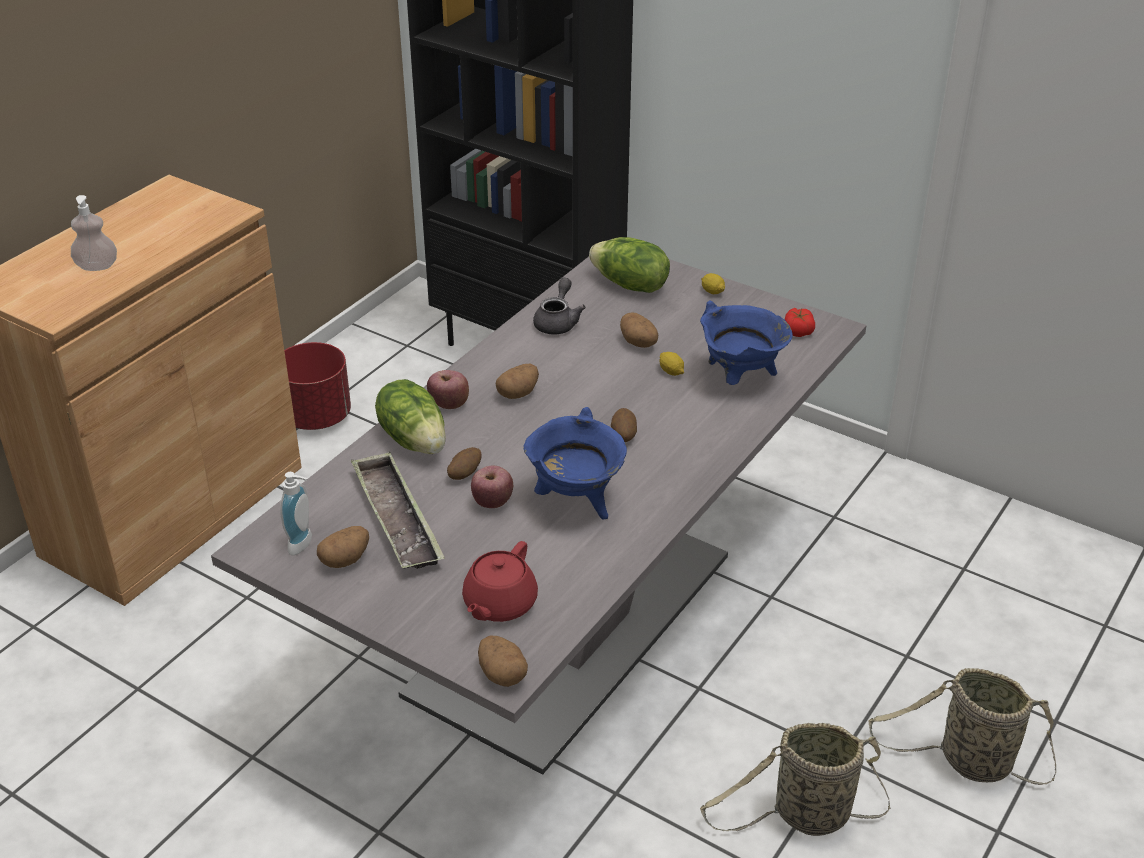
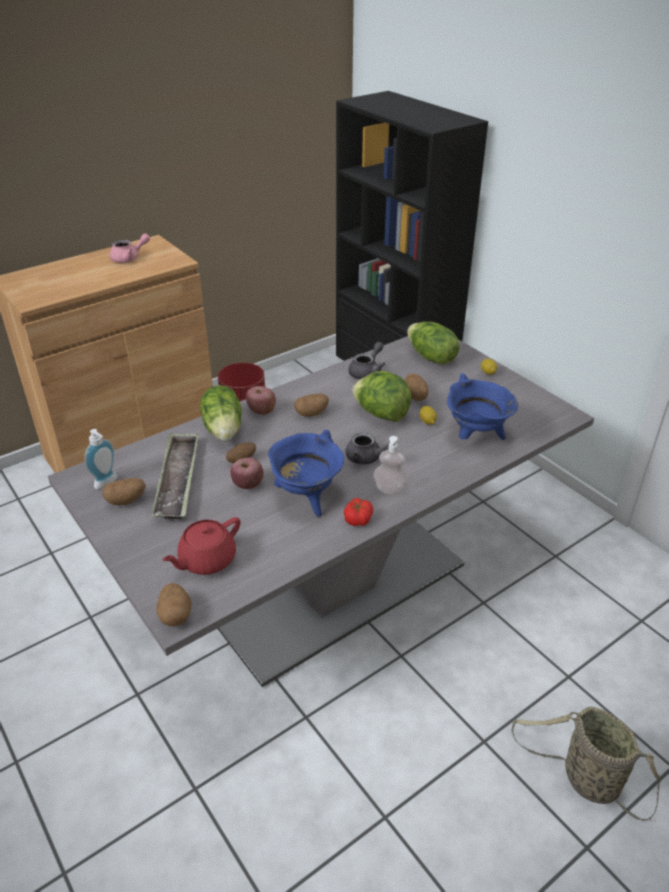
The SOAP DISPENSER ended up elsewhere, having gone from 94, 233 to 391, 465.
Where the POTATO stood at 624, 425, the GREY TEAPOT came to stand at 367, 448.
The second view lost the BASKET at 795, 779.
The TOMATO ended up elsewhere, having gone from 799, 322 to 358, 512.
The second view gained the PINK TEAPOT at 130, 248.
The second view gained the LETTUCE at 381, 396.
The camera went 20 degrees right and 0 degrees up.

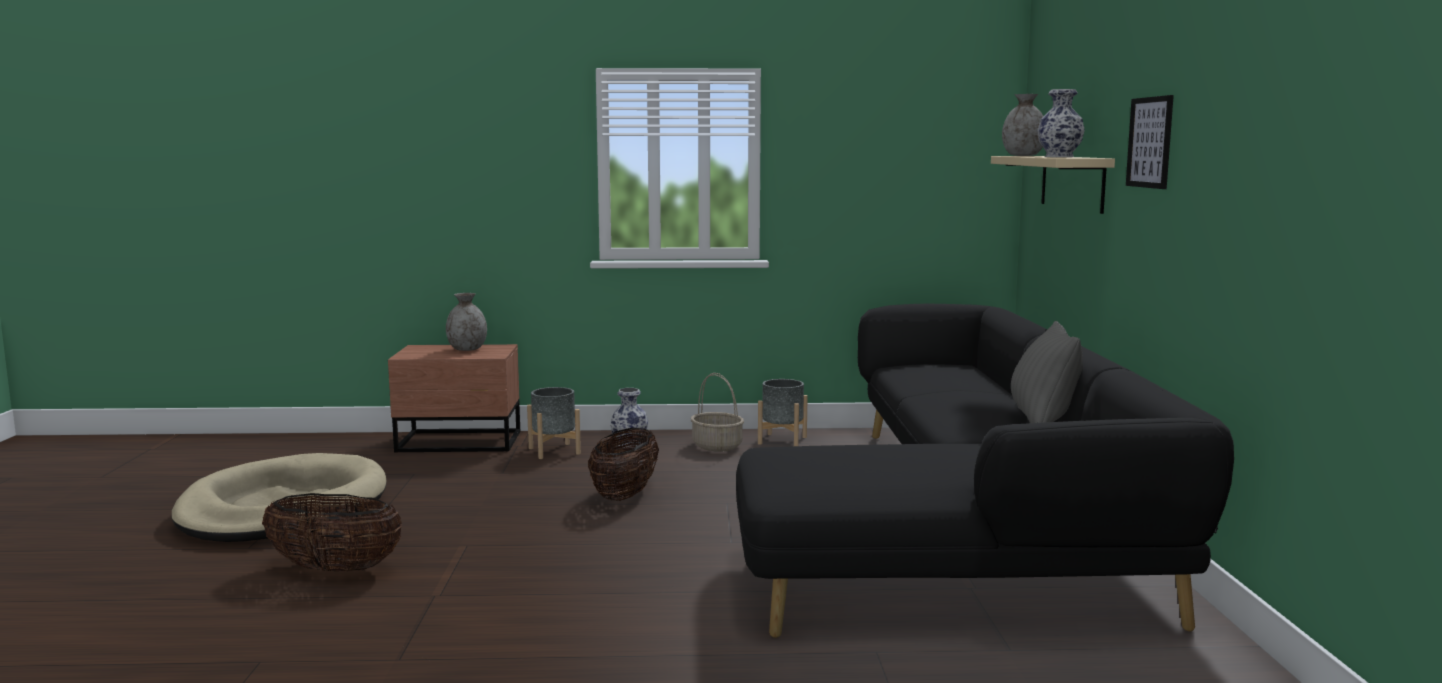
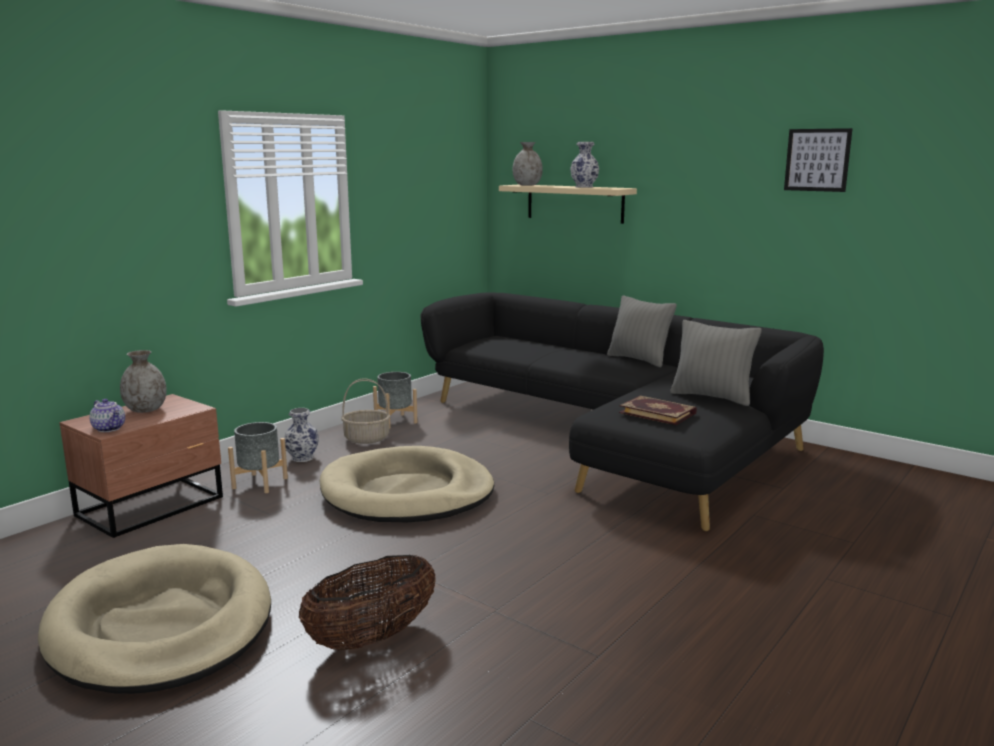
Where the BASKET stood at 623, 464, the BEIGE DOG BED came to stand at 407, 484.
The PICTURE ended up elsewhere, having gone from 1150, 142 to 818, 160.
The second view gained the TEAPOT at 107, 415.
The second view gained the BOOK at 658, 410.
The second view gained the GREY PILLOW at 716, 363.
The camera went 50 degrees left and 5 degrees up.

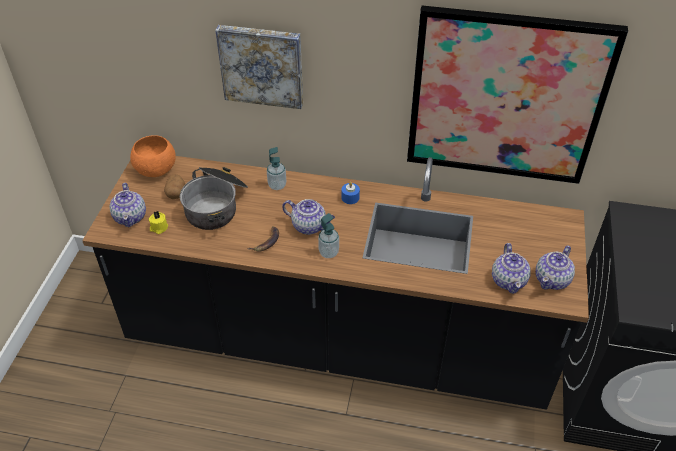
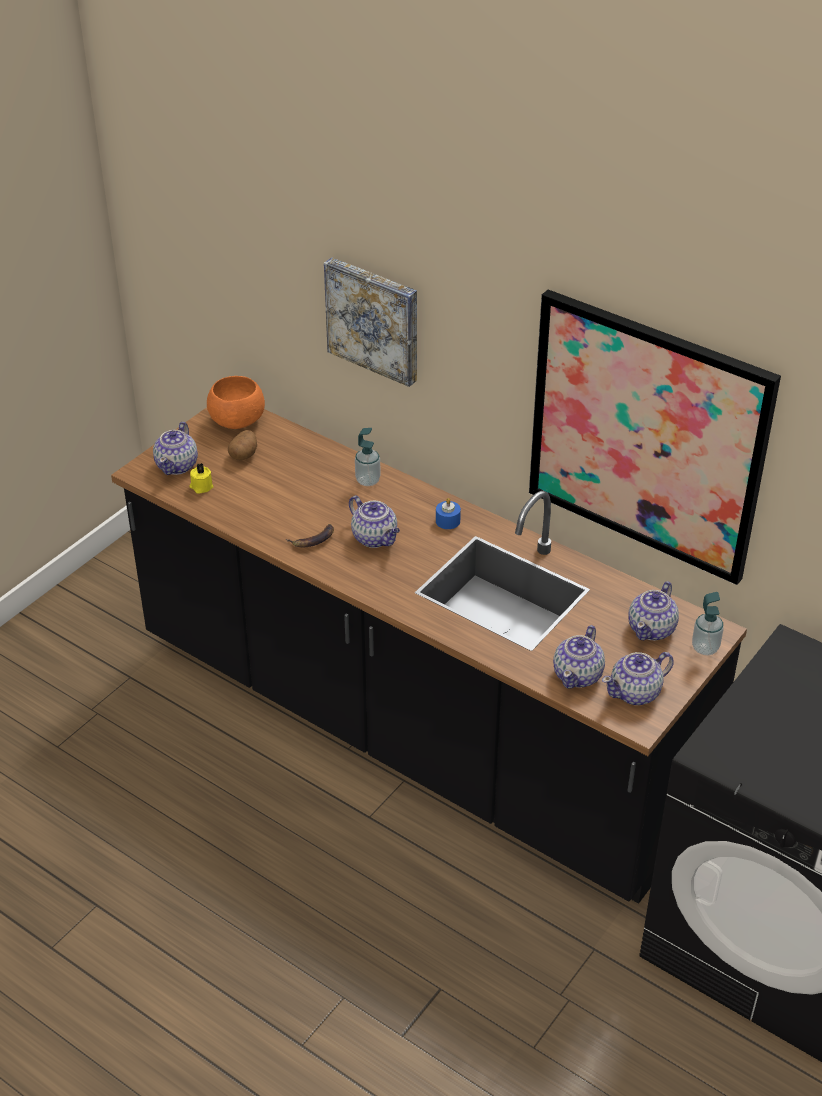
The second view lost the COOKING POT at 214, 198.
The SOAP DISPENSER ended up elsewhere, having gone from 328, 235 to 708, 623.
The second view gained the TEAPOT at 653, 611.
The camera went 25 degrees right and 5 degrees down.

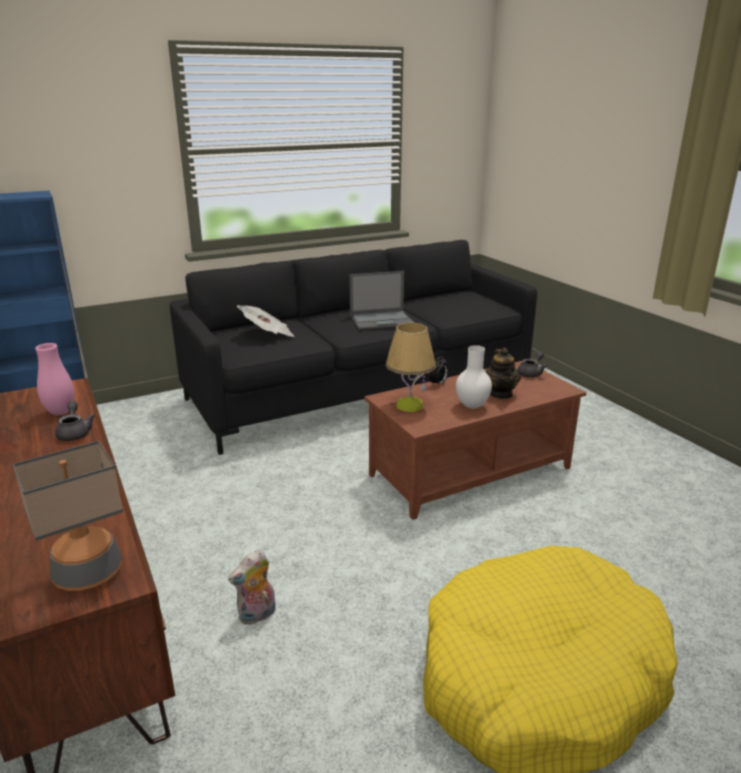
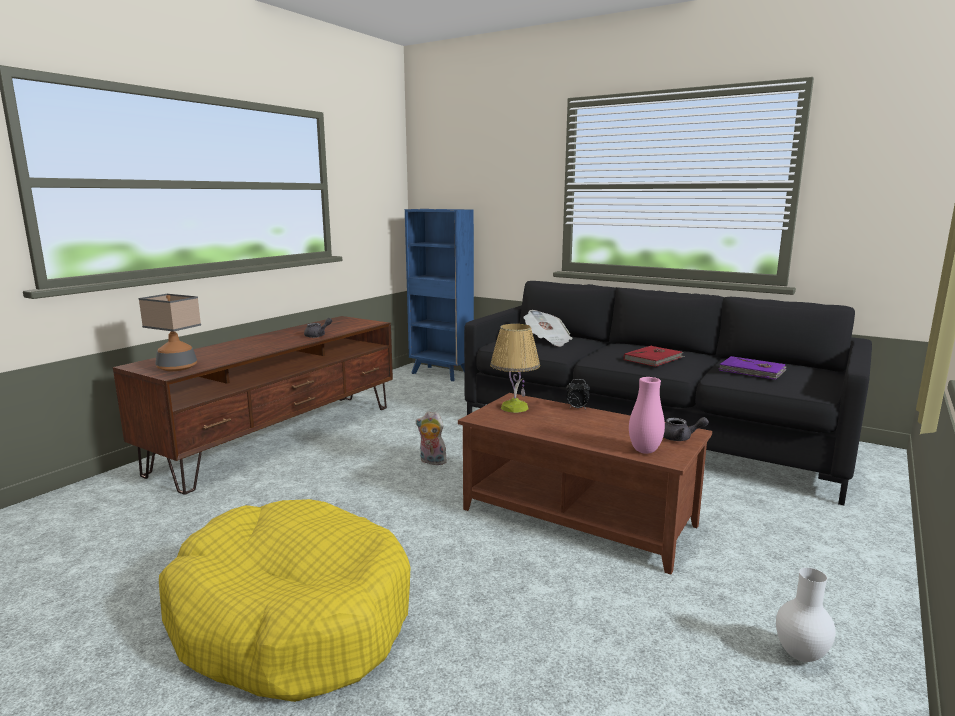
The PINK VASE ended up elsewhere, having gone from 55, 379 to 647, 415.
The PLUSH TOY ended up elsewhere, having gone from 252, 587 to 431, 438.
Where the LAPTOP stood at 381, 300, the RED BOOK came to stand at 654, 356.
The WHITE VASE ended up elsewhere, having gone from 474, 377 to 806, 615.
The second view lost the TEAPOT at 503, 373.
The second view gained the PURPLE BOOK at 752, 368.
The camera went 60 degrees right and 10 degrees down.

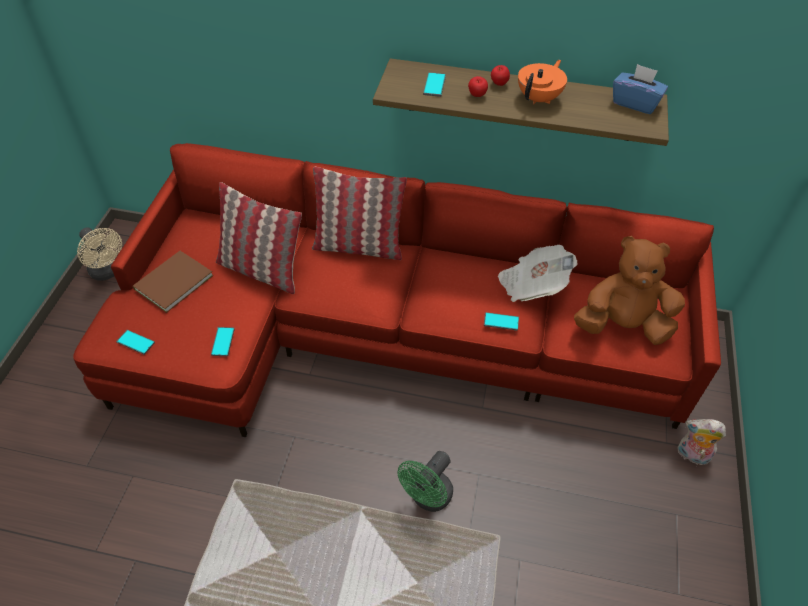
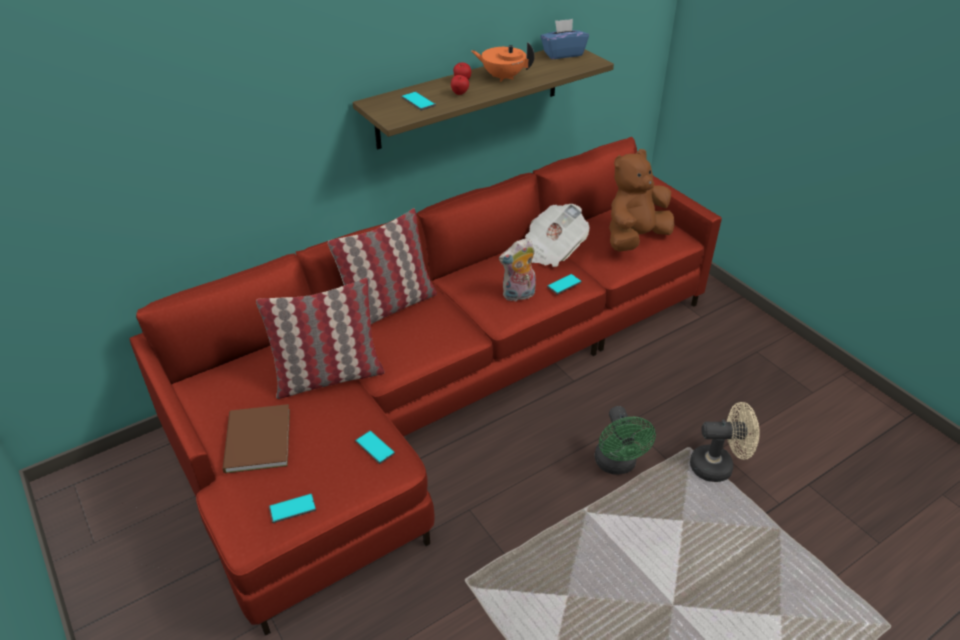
The BEIGE FAN ended up elsewhere, having gone from 99, 254 to 725, 442.
The ORANGE TEAPOT at 542, 82 ended up facing another way, 60 degrees counterclockwise from before.
The PLUSH TOY ended up elsewhere, having gone from 701, 442 to 517, 270.
The camera went 45 degrees left and 10 degrees down.

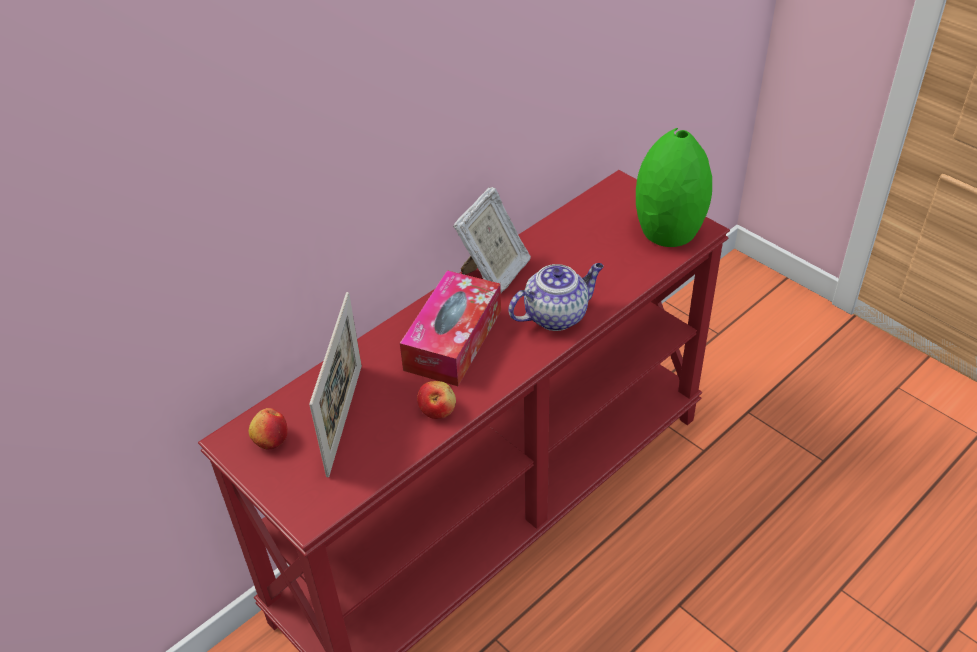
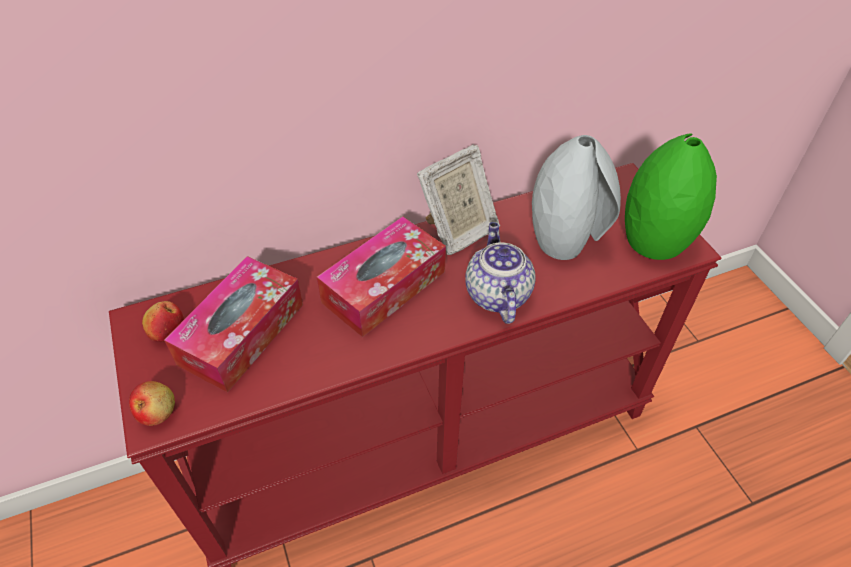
Where the PICTURE FRAME stood at 335, 384, the TISSUE BOX came to stand at 233, 324.
The APPLE ended up elsewhere, having gone from 436, 400 to 152, 403.
The TEAPOT at 556, 297 ended up facing another way, 90 degrees counterclockwise from before.
The second view gained the GREY VASE at 576, 197.
The camera went 20 degrees right and 5 degrees up.

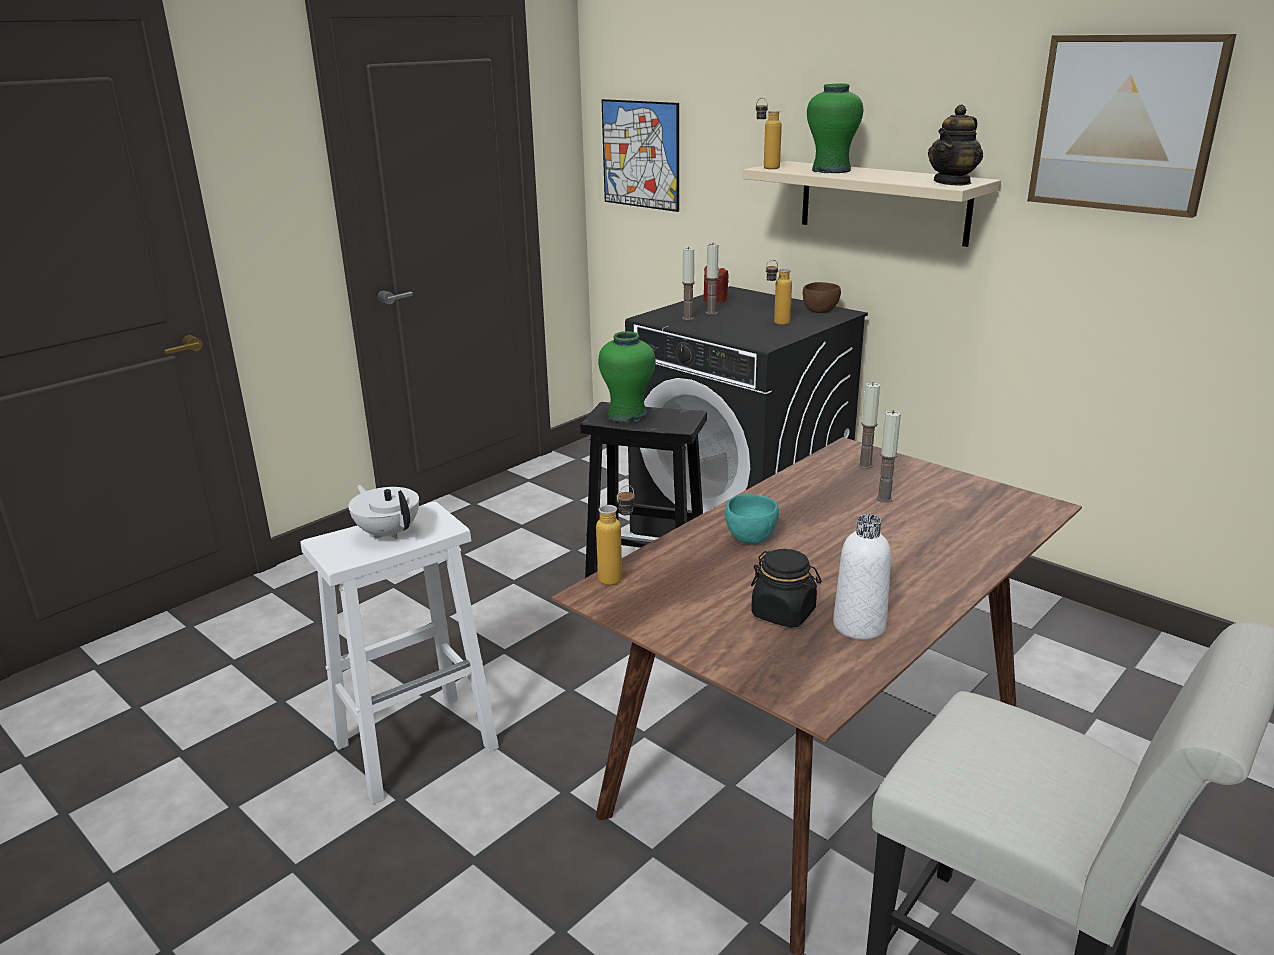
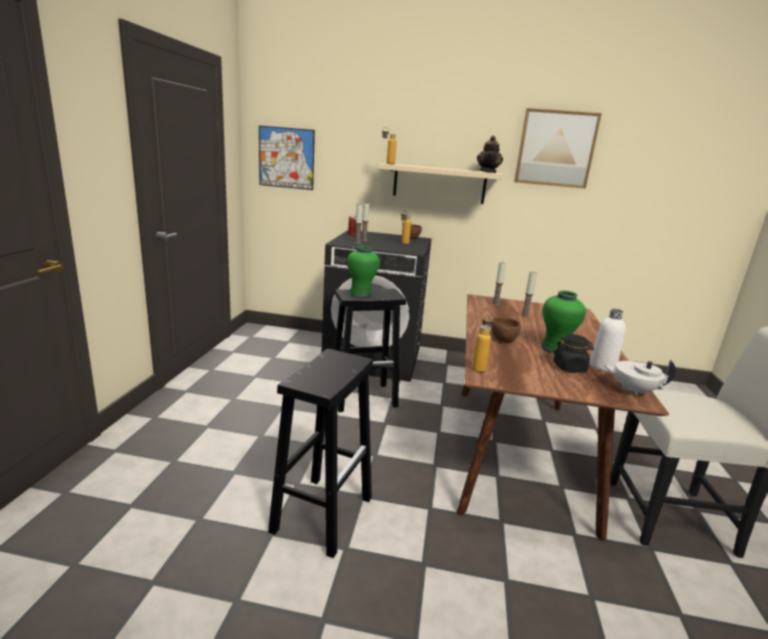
What was the WHITE STOOL at 400, 653 turned into the BLACK STOOL at 320, 453.
The WHITE TEAPOT ended up elsewhere, having gone from 383, 512 to 639, 378.
What was the TURQUOISE BOWL at 752, 519 turned into the BROWN BOWL at 506, 329.
The GREEN VASE ended up elsewhere, having gone from 835, 128 to 563, 322.
The camera went 35 degrees left and 5 degrees down.

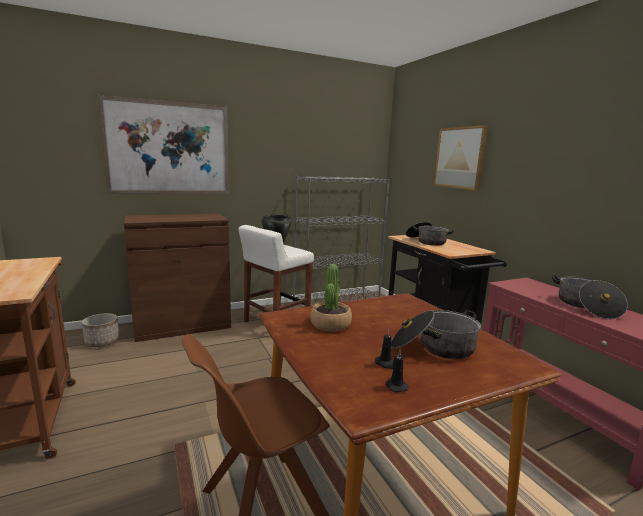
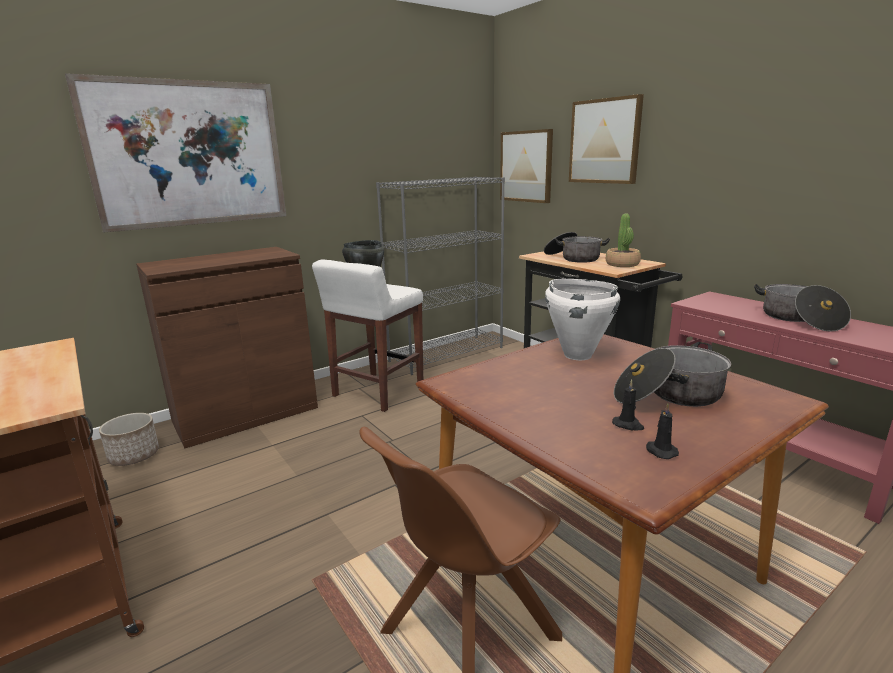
The POTTED PLANT ended up elsewhere, having gone from 331, 298 to 623, 240.
The second view gained the PICTURE at 526, 166.
The second view gained the WHITE COOKING POT at 582, 319.
The camera went 10 degrees left and 5 degrees up.

